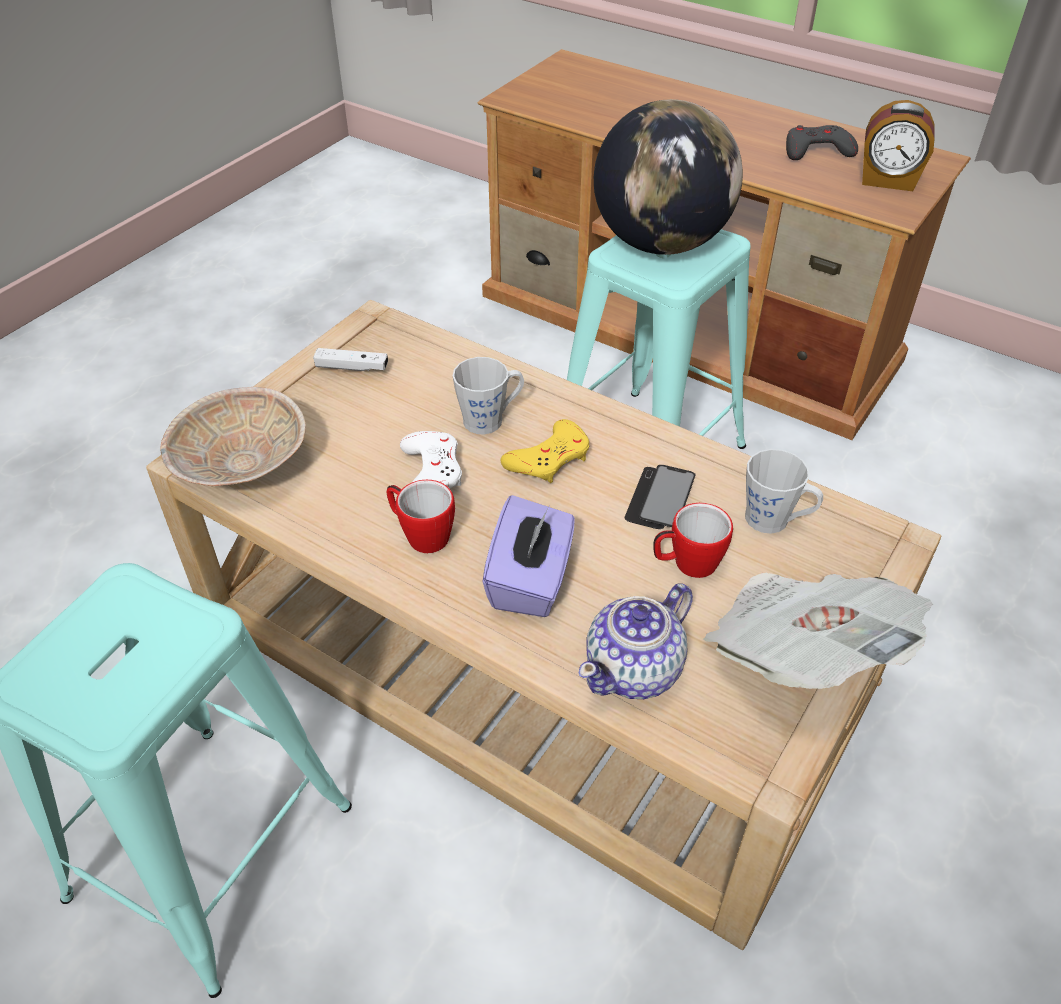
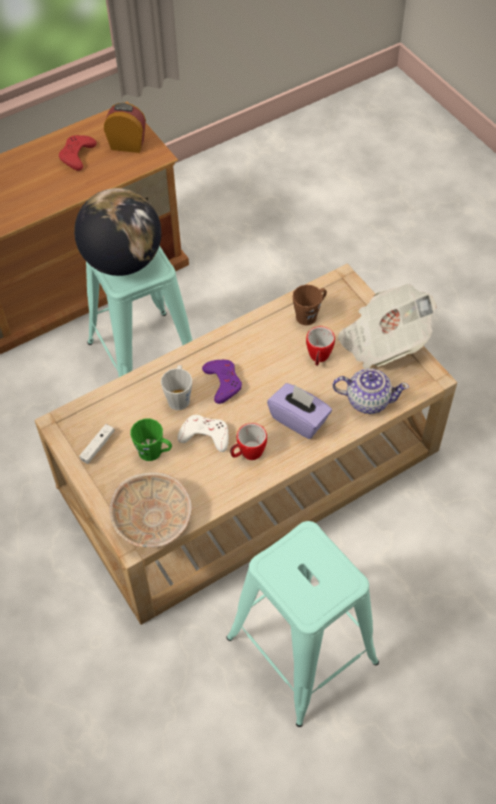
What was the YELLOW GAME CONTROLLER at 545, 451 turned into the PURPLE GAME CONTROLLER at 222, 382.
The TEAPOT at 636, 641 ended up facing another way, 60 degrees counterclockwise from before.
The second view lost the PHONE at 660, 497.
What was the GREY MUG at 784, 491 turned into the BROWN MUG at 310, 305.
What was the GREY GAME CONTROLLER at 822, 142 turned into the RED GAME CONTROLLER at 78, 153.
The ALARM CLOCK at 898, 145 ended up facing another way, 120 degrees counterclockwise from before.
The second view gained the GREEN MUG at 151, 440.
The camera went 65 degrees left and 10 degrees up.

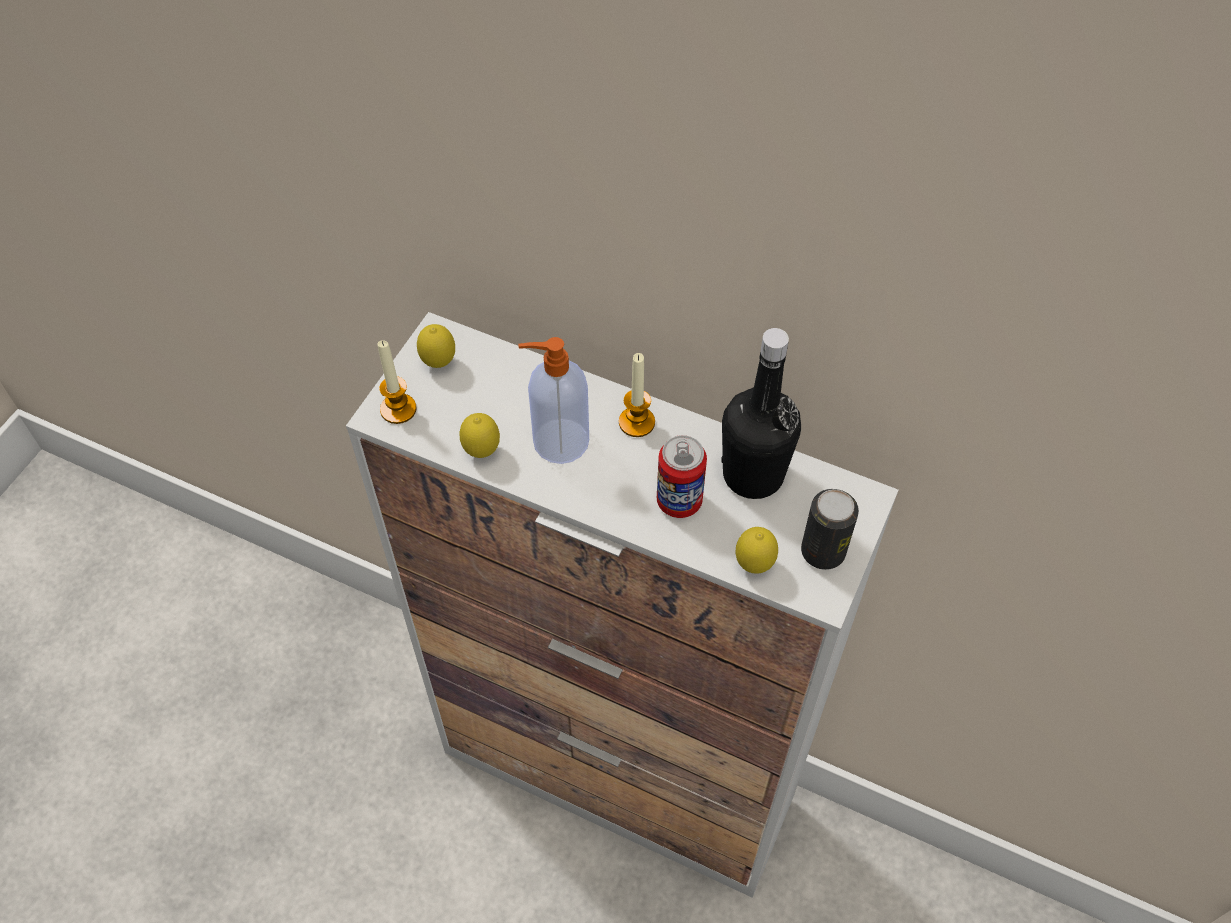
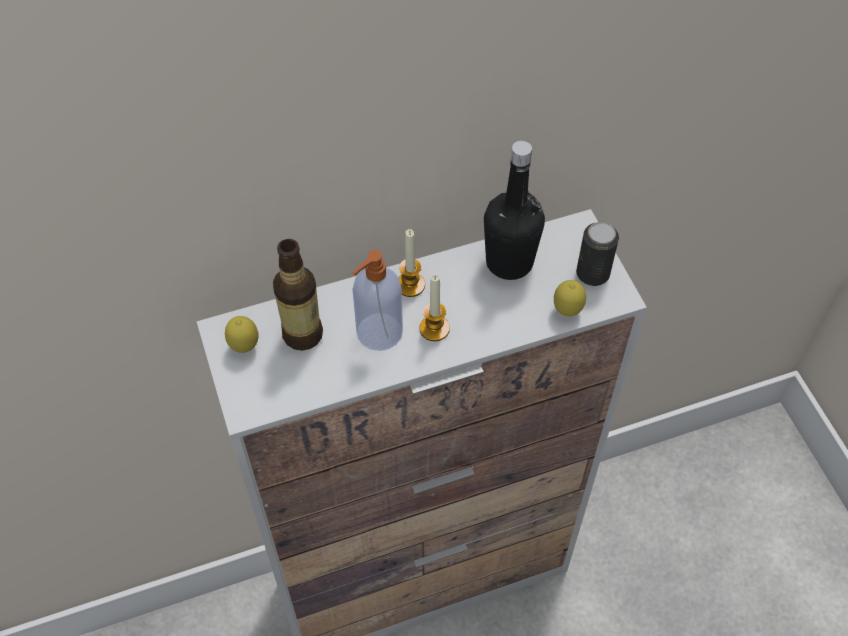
The CANDLE ended up elsewhere, having gone from 396, 382 to 434, 308.
The second view lost the LEMON at 479, 435.
The second view lost the CAN at 682, 476.
The second view gained the BOTTLE at 298, 295.
The camera went 45 degrees left and 0 degrees up.

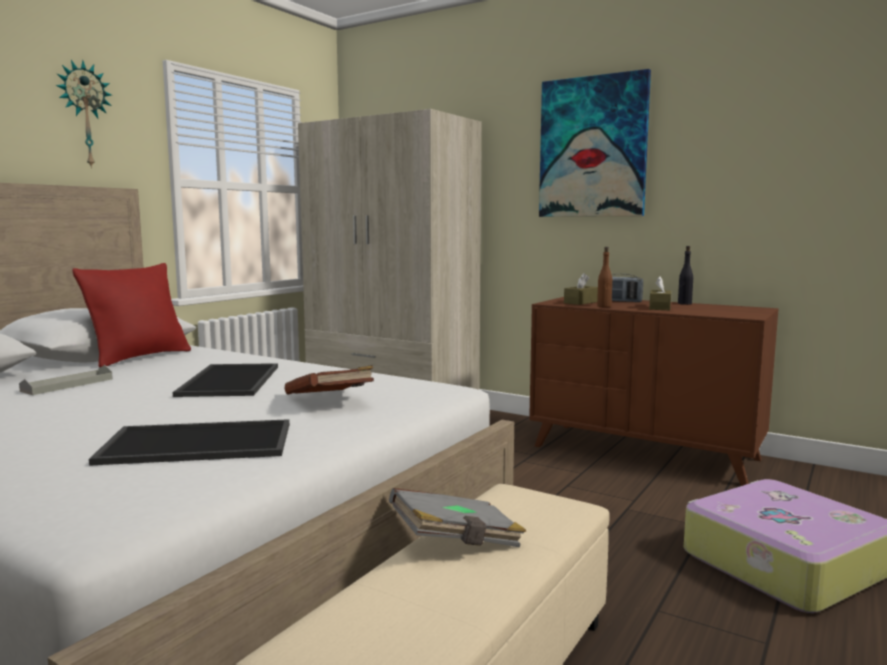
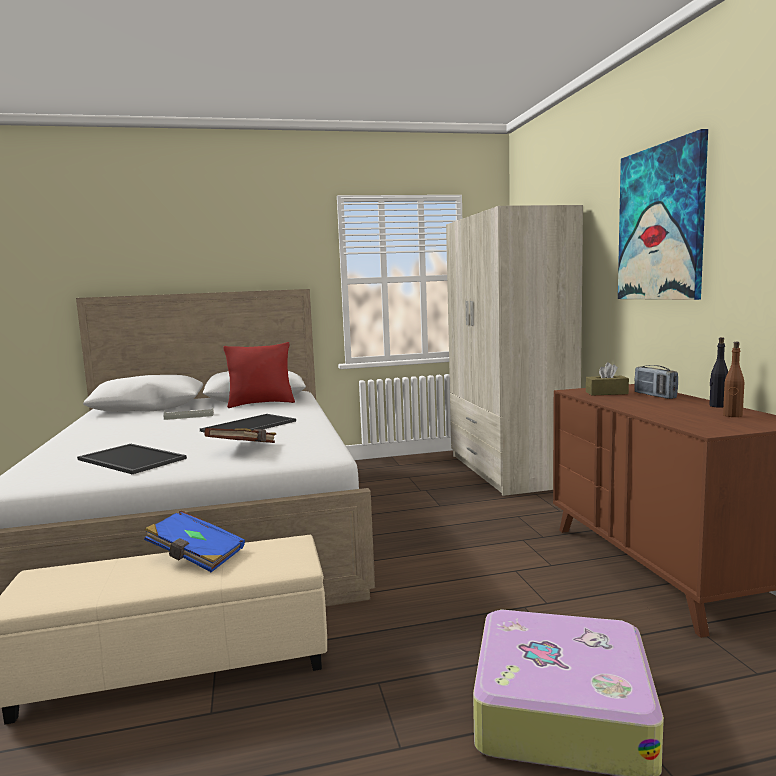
The second view lost the WALL CLOCK at 83, 114.
What was the GREY BOOK at 457, 517 turned into the BLUE BOOK at 194, 541.
The BROWN BOTTLE ended up elsewhere, having gone from 604, 277 to 733, 379.
The second view lost the BROWN TISSUE BOX at 660, 293.
The camera went 45 degrees right and 0 degrees up.

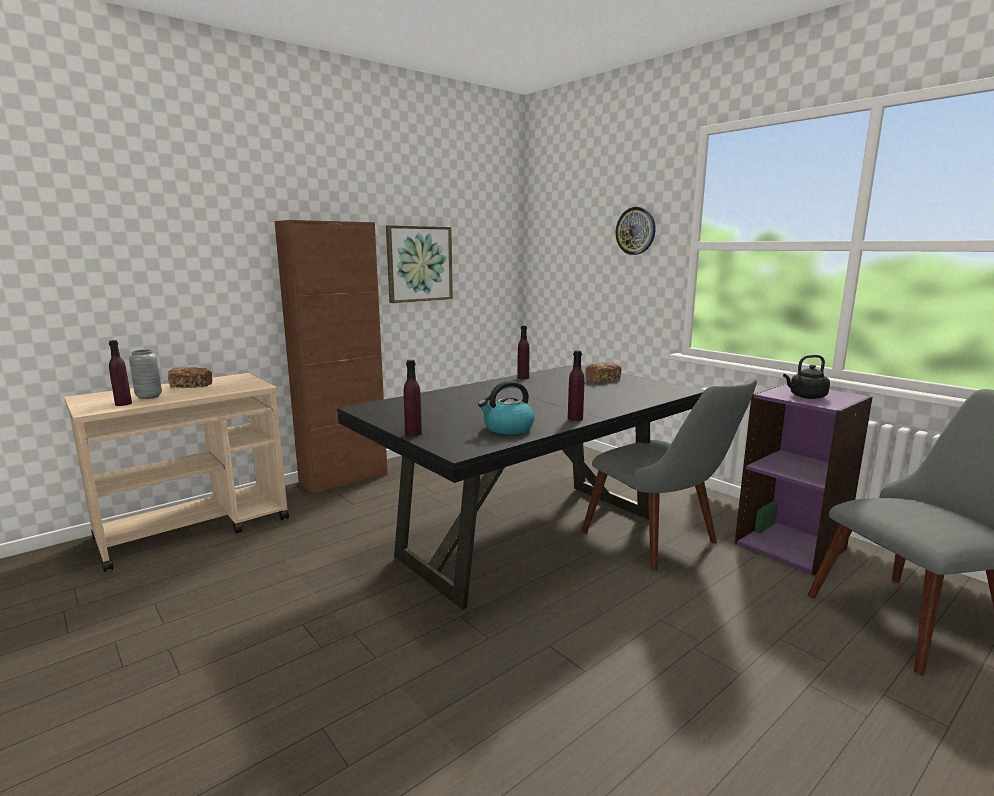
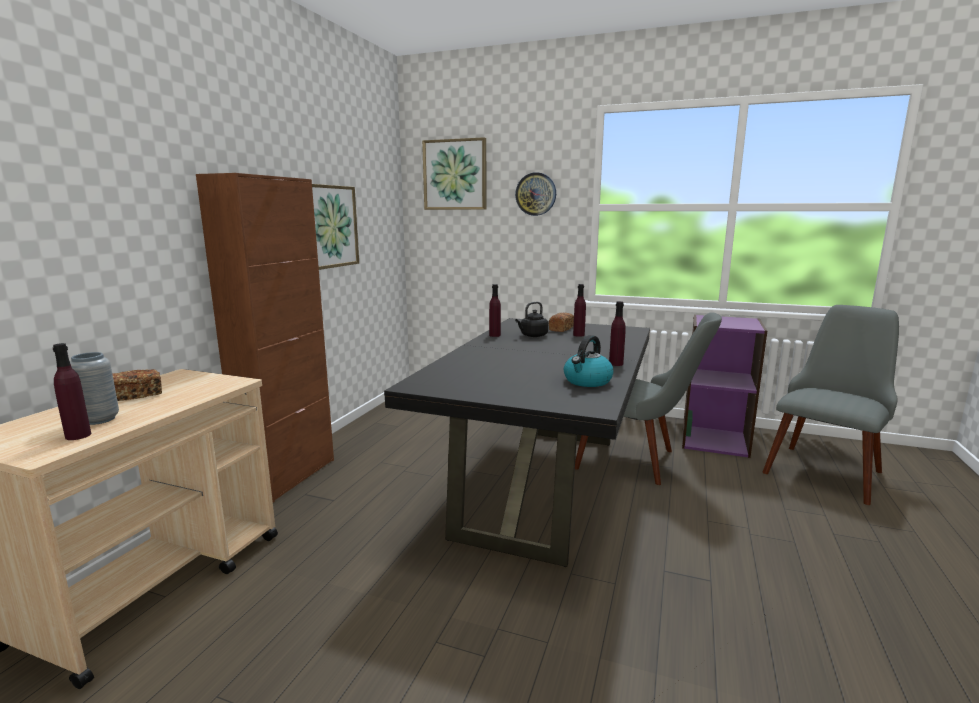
The PURPLE BOTTLE ended up elsewhere, having gone from 412, 398 to 579, 310.
The BLACK KETTLE ended up elsewhere, having gone from 806, 377 to 531, 319.
The second view gained the PICTURE at 454, 173.
The camera went 30 degrees left and 0 degrees up.

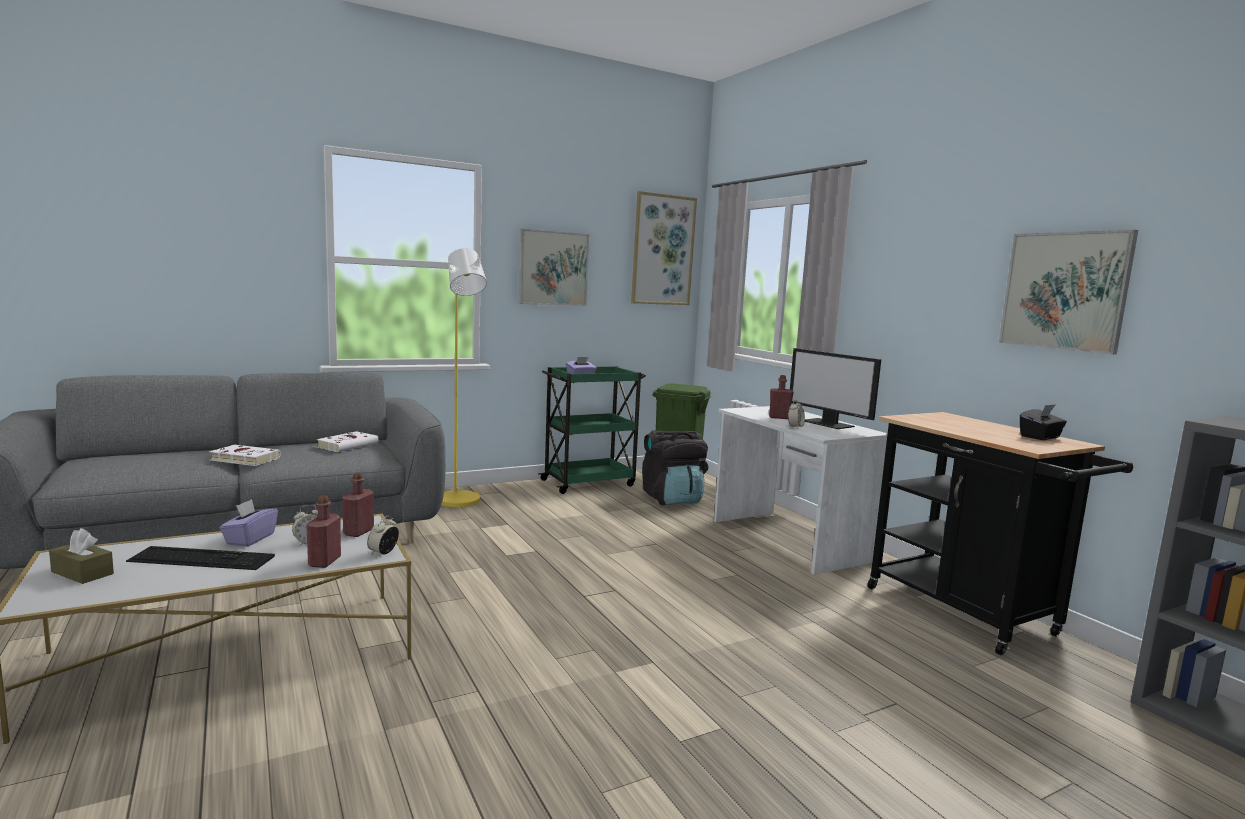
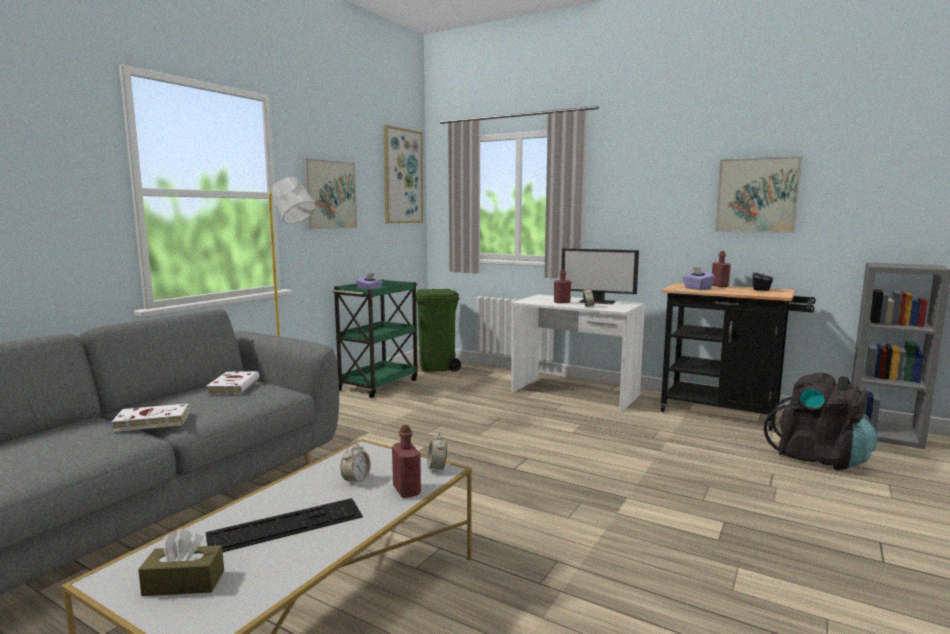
The PURPLE TISSUE BOX ended up elsewhere, having gone from 248, 523 to 698, 278.
The RED BOTTLE ended up elsewhere, having gone from 358, 504 to 721, 269.
The BLACK BACKPACK ended up elsewhere, having gone from 675, 467 to 820, 421.
The camera went 30 degrees left and 0 degrees up.

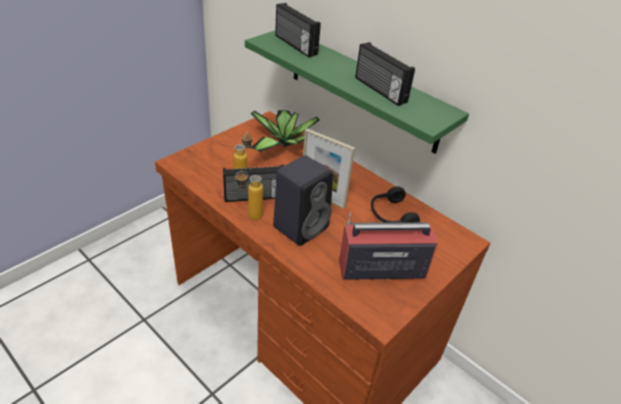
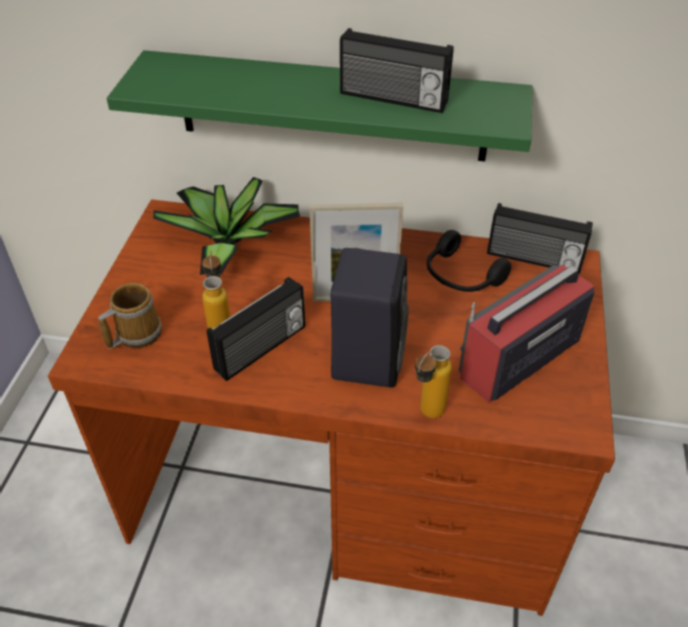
The BOTTLE ended up elsewhere, having gone from 249, 195 to 433, 381.
The RADIO ended up elsewhere, having gone from 298, 30 to 540, 238.
The second view gained the MUG at 130, 316.
The camera went 30 degrees left and 5 degrees up.

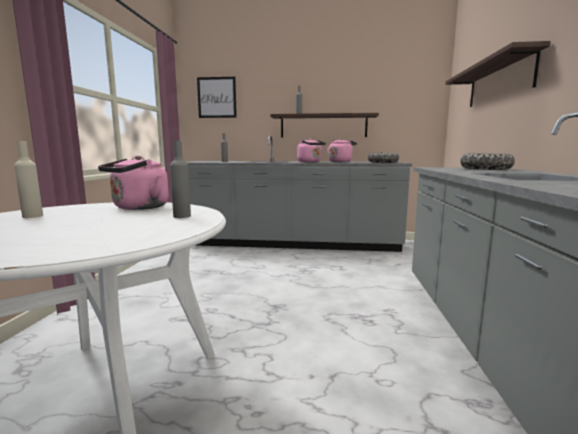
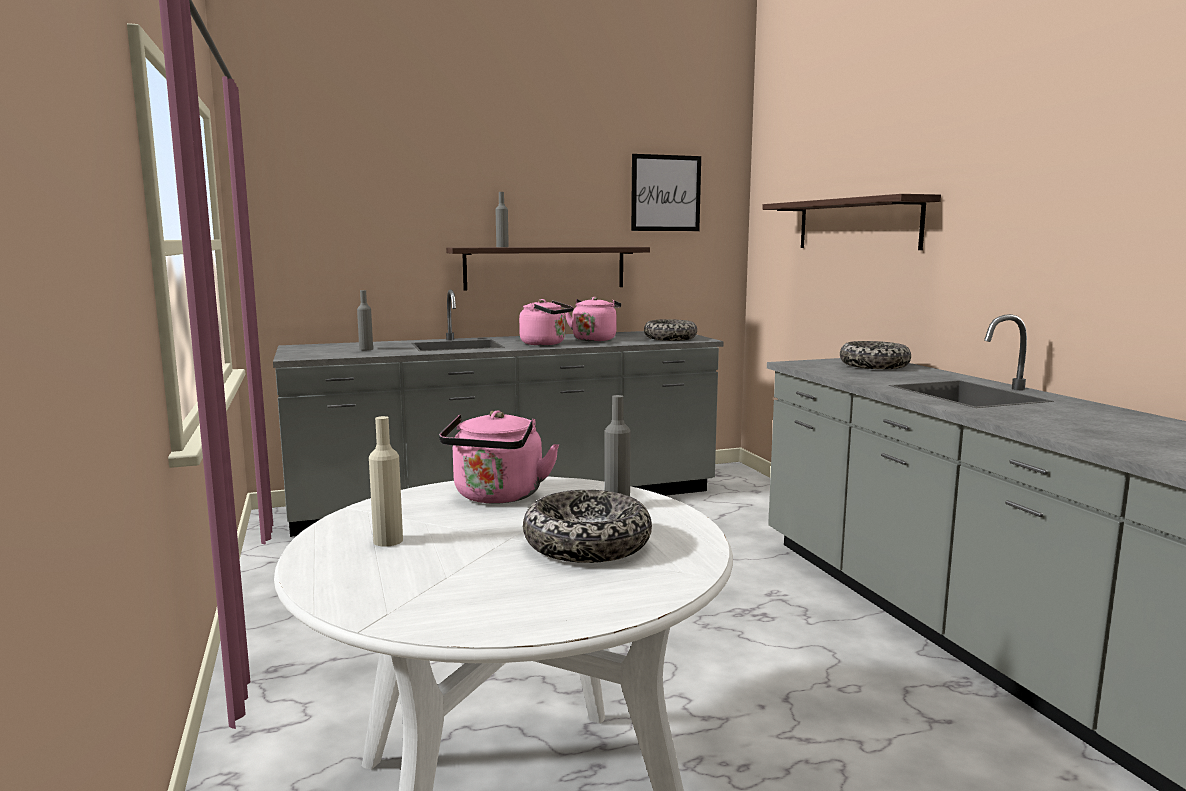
The PICTURE ended up elsewhere, having gone from 217, 97 to 666, 192.
The second view gained the BOWL at 587, 526.
The camera went 25 degrees left and 0 degrees up.

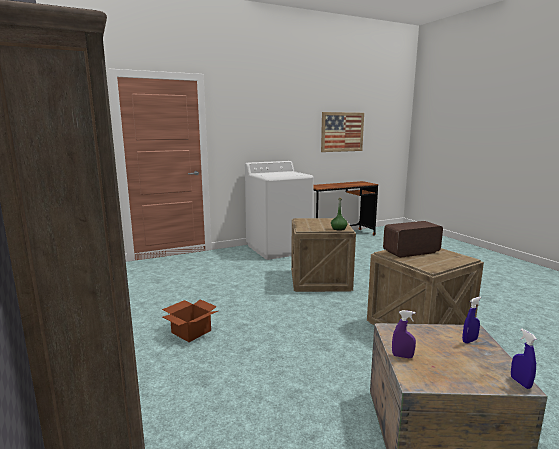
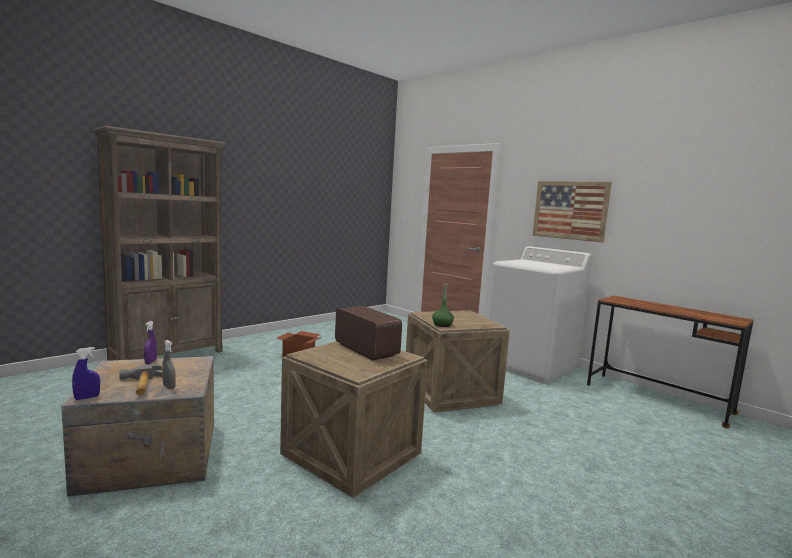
The PICTURE ended up elsewhere, having gone from 342, 132 to 572, 211.
What was the BLUE SPRAY BOTTLE at 471, 320 turned into the GREY SPRAY BOTTLE at 169, 364.
The second view gained the HAMMER at 140, 380.
The camera went 70 degrees right and 5 degrees down.

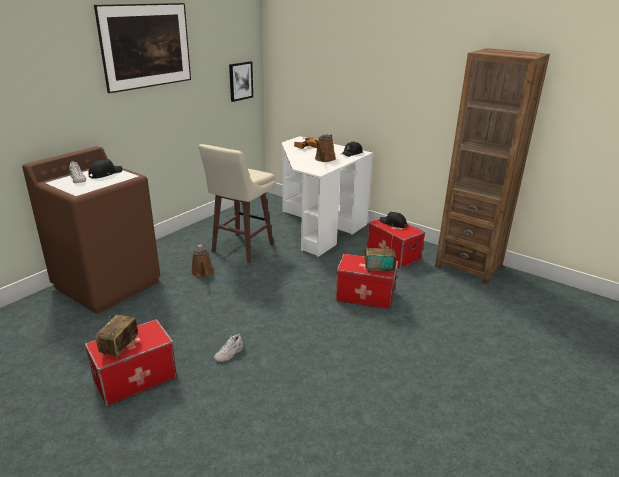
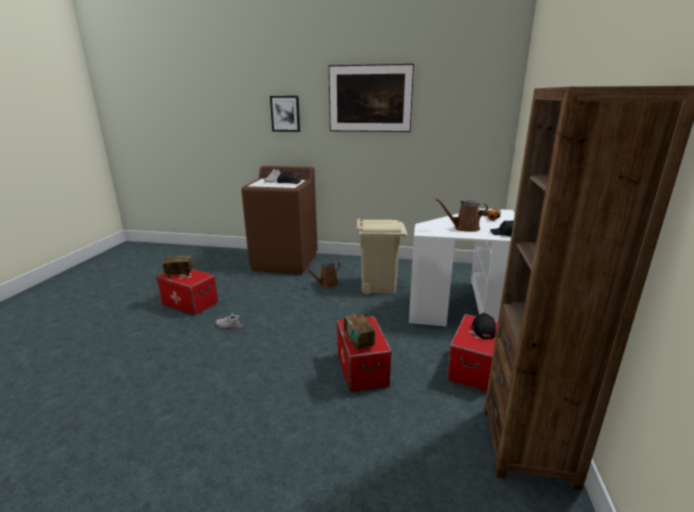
Where the BEIGE STOOL stood at 237, 203, the BEIGE TRASH CAN came to stand at 382, 256.
The PICTURE ended up elsewhere, having gone from 241, 81 to 285, 114.
The camera went 65 degrees right and 5 degrees down.

